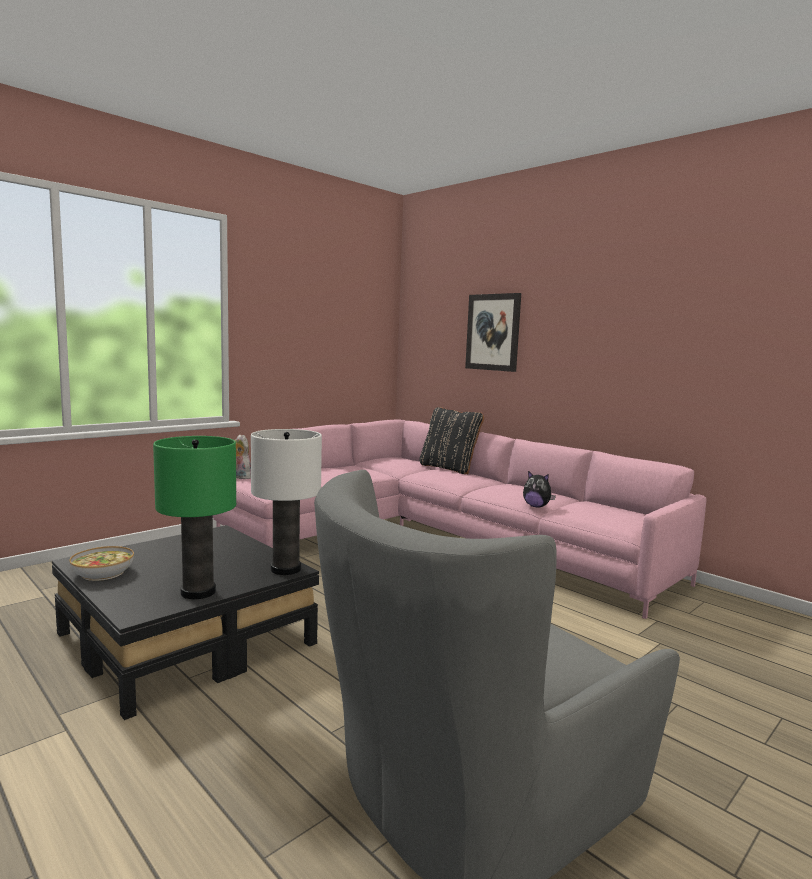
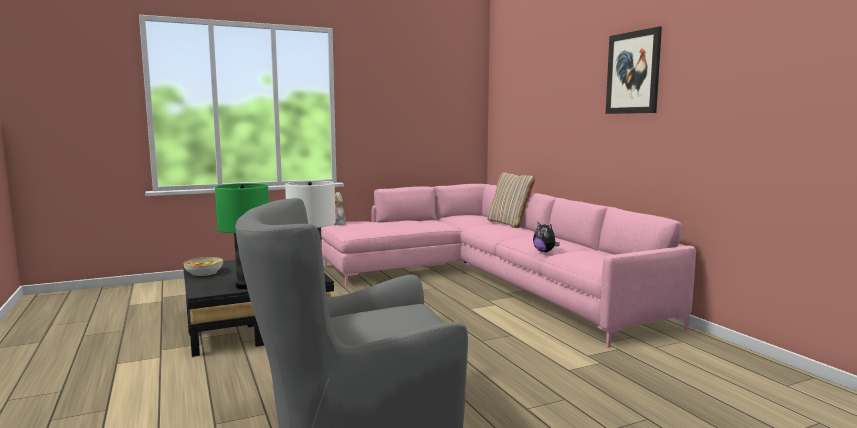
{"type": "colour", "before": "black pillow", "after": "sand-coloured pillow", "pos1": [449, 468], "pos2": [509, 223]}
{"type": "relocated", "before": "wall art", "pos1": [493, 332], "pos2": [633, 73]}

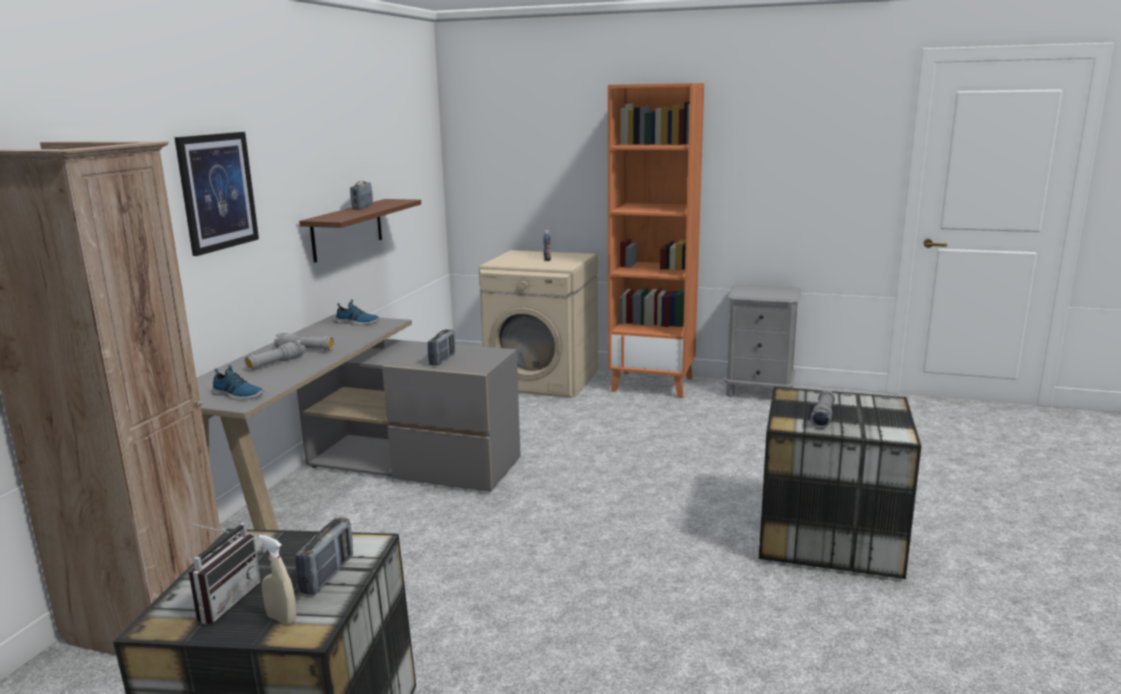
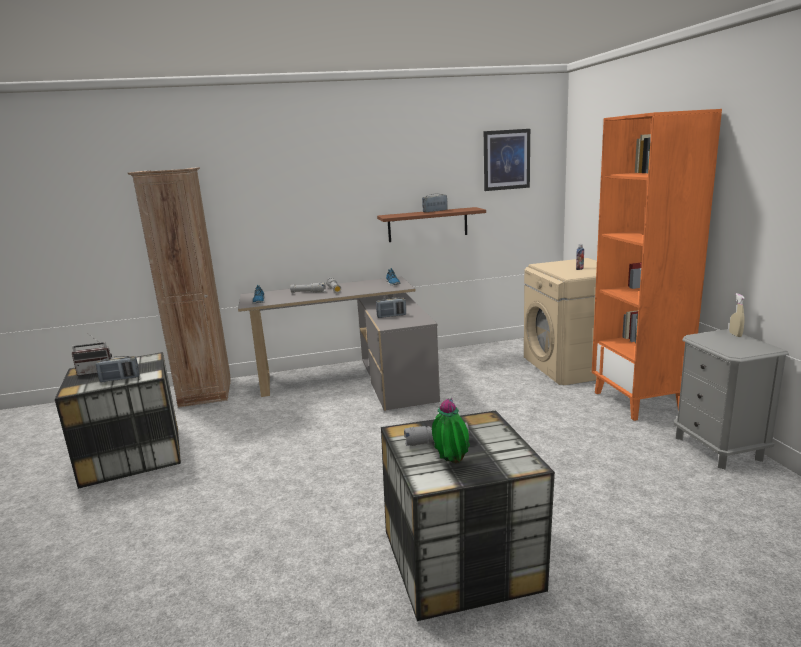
{"type": "relocated", "before": "wall art", "pos1": [217, 191], "pos2": [506, 160]}
{"type": "relocated", "before": "sand-coloured hand sprayer", "pos1": [281, 618], "pos2": [735, 334]}
{"type": "appeared", "after": "plant in a pot", "pos2": [451, 463]}

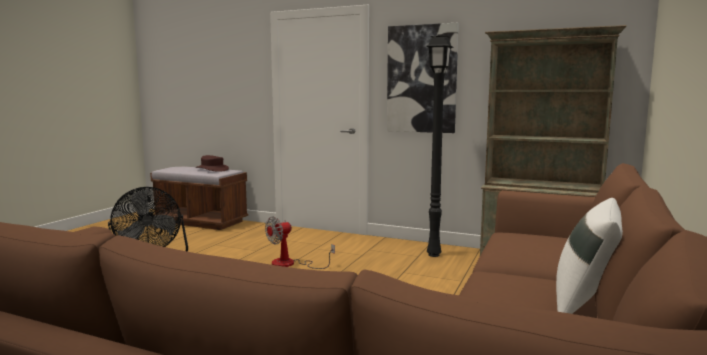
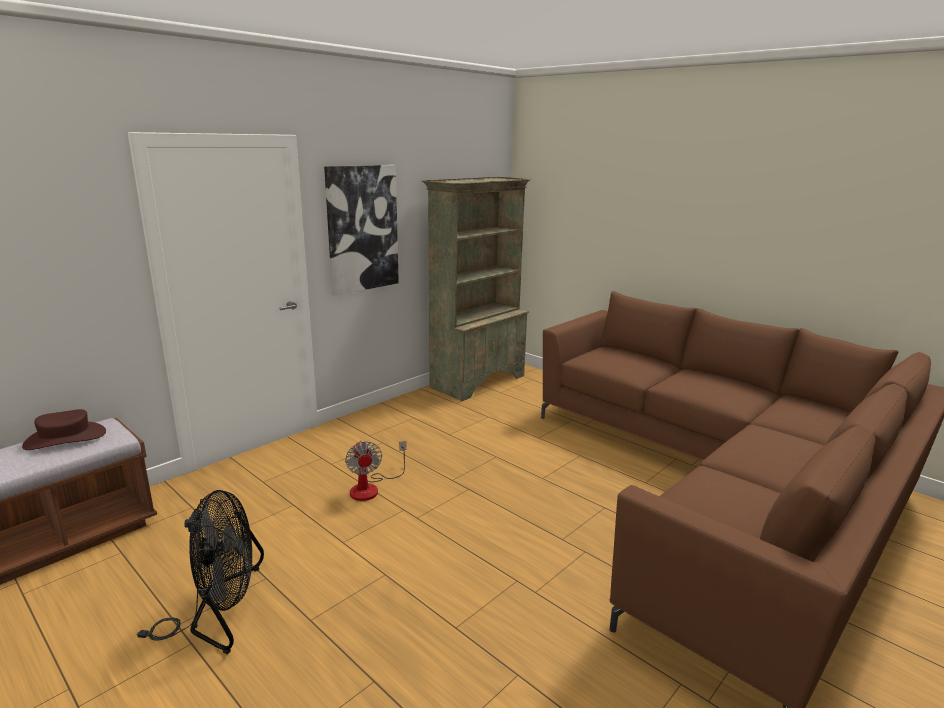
{"type": "missing", "before": "black standing lamp", "pos1": [435, 254]}
{"type": "missing", "before": "whitish pillow", "pos1": [585, 305]}

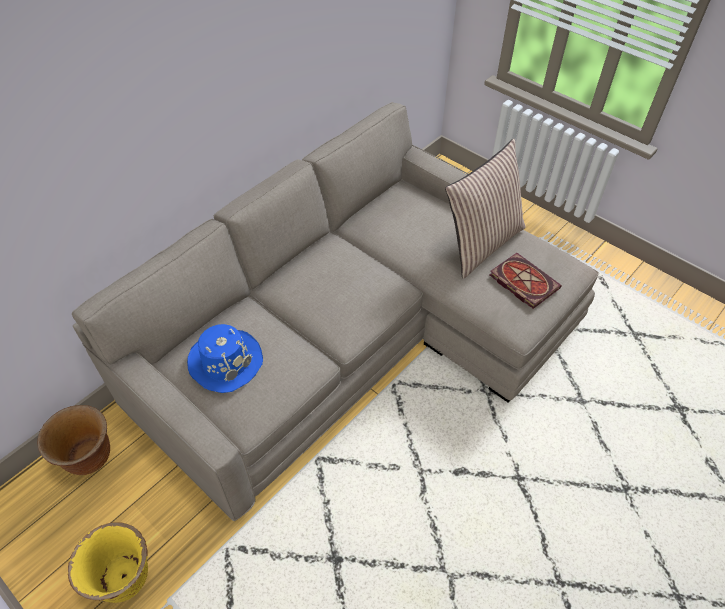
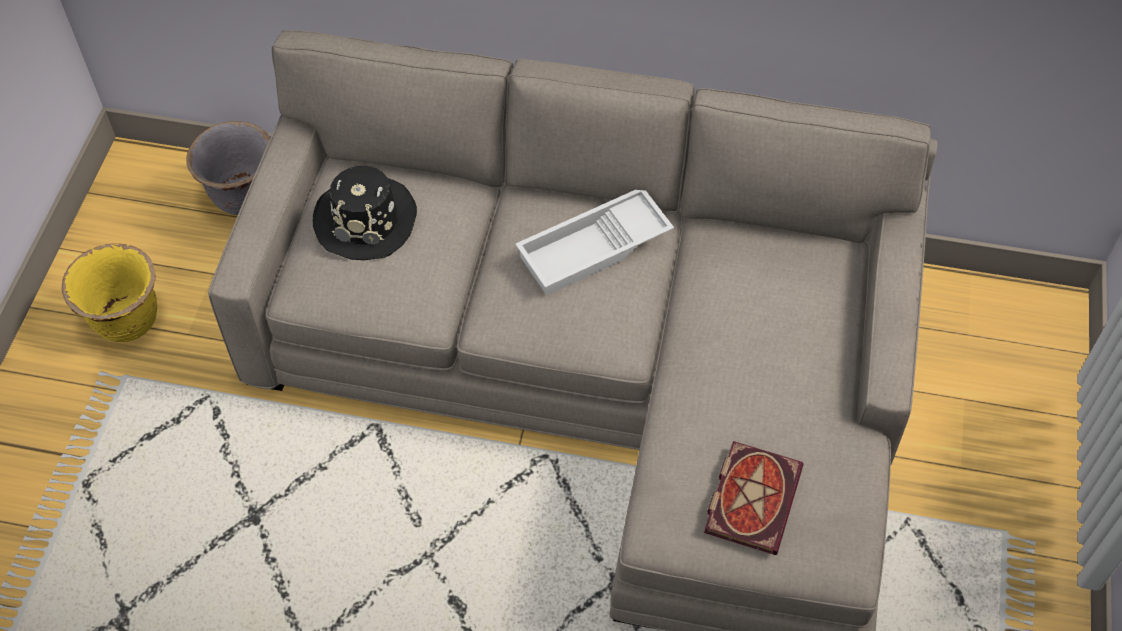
{"type": "colour", "before": "brown-coloured plant pot", "after": "gray plant pot", "pos1": [90, 457], "pos2": [244, 198]}
{"type": "colour", "before": "blue clothing hat", "after": "black clothing hat", "pos1": [225, 361], "pos2": [366, 220]}
{"type": "missing", "before": "pillow", "pos1": [481, 243]}
{"type": "appeared", "after": "whitish carrying tray", "pos2": [594, 250]}

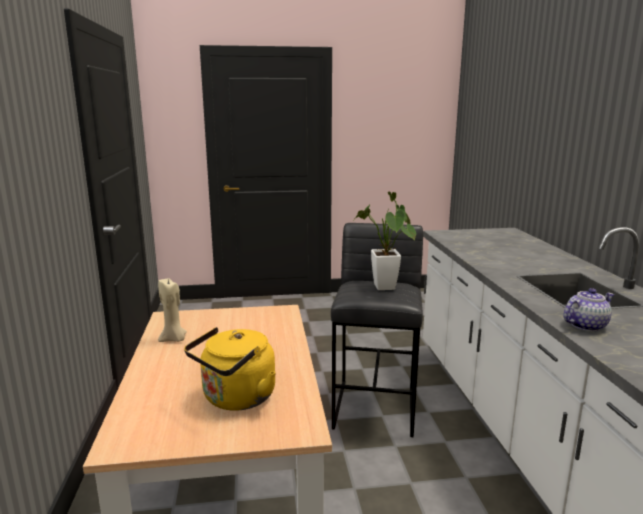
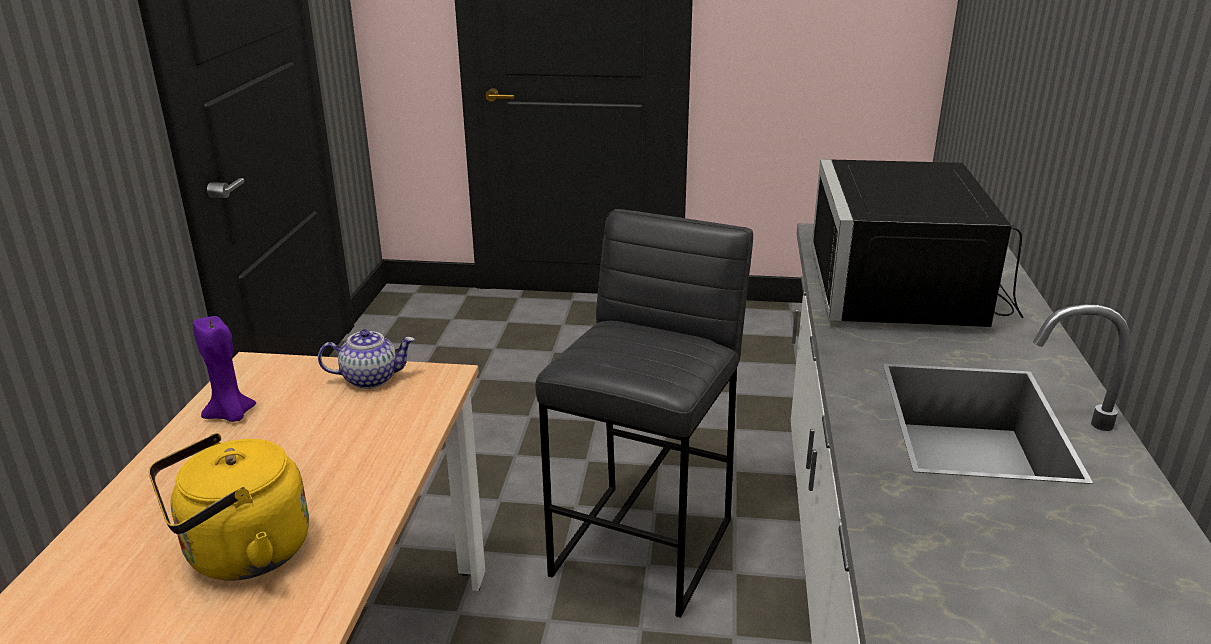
{"type": "colour", "before": "sand-coloured wax candle", "after": "purplish wax candle", "pos1": [174, 339], "pos2": [231, 415]}
{"type": "missing", "before": "plant in a pot", "pos1": [385, 289]}
{"type": "relocated", "before": "pot for tea", "pos1": [585, 325], "pos2": [371, 378]}
{"type": "appeared", "after": "black microwave", "pos2": [909, 291]}

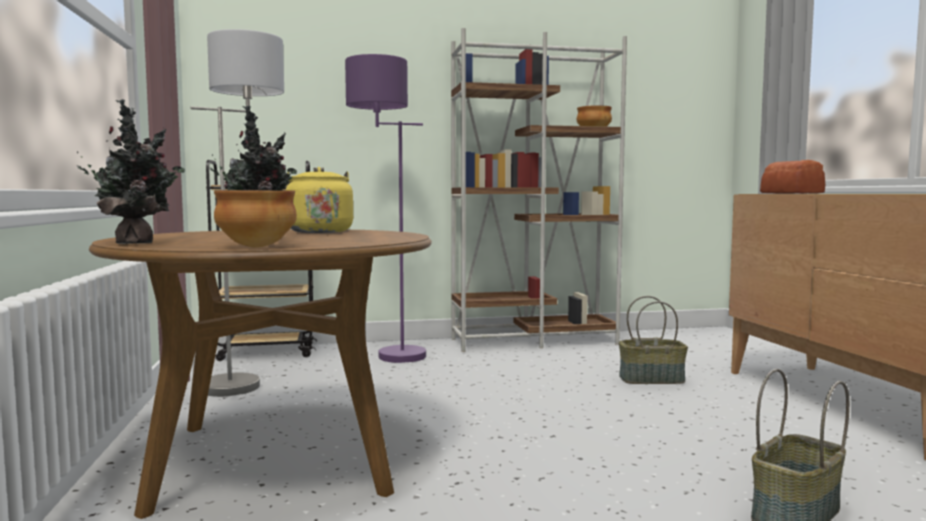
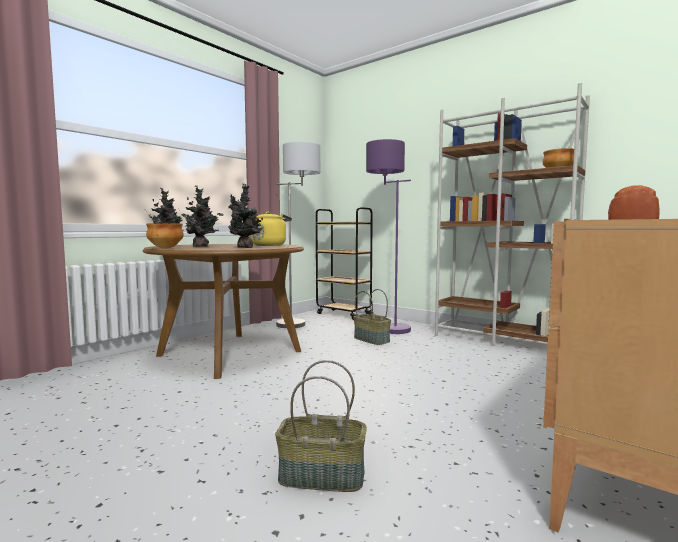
{"type": "relocated", "before": "household basket", "pos1": [652, 379], "pos2": [372, 340]}
{"type": "appeared", "after": "plant in a pot", "pos2": [245, 248]}

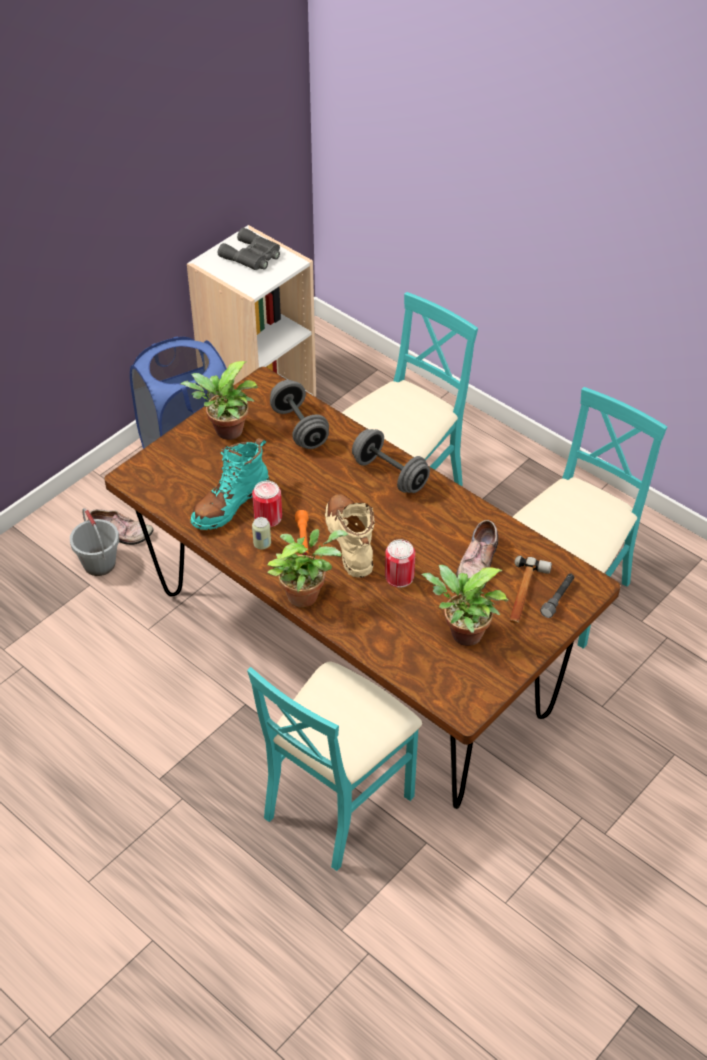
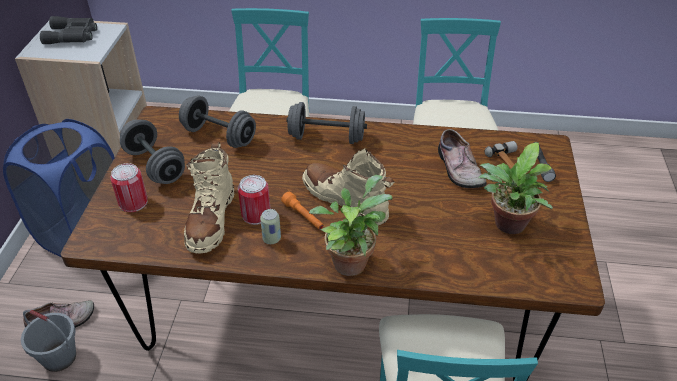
{"type": "exchanged", "before": "plant in a pot", "after": "gray free weight", "pos1": [225, 432], "pos2": [155, 166]}
{"type": "colour", "before": "turquoise-coloured boot", "after": "sand-coloured boot", "pos1": [230, 504], "pos2": [211, 220]}
{"type": "relocated", "before": "can", "pos1": [399, 576], "pos2": [133, 202]}

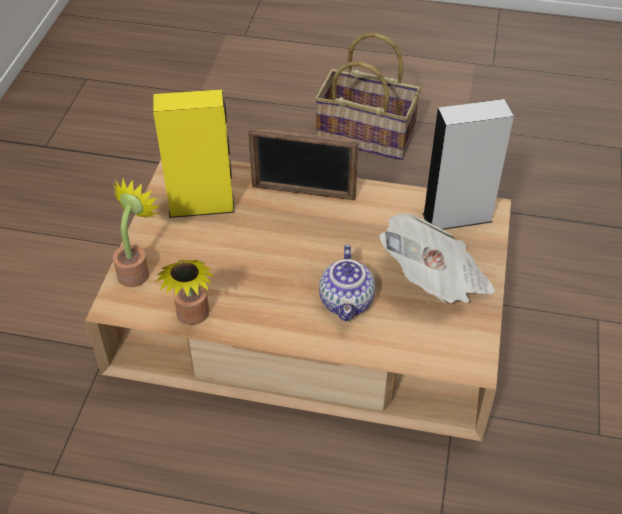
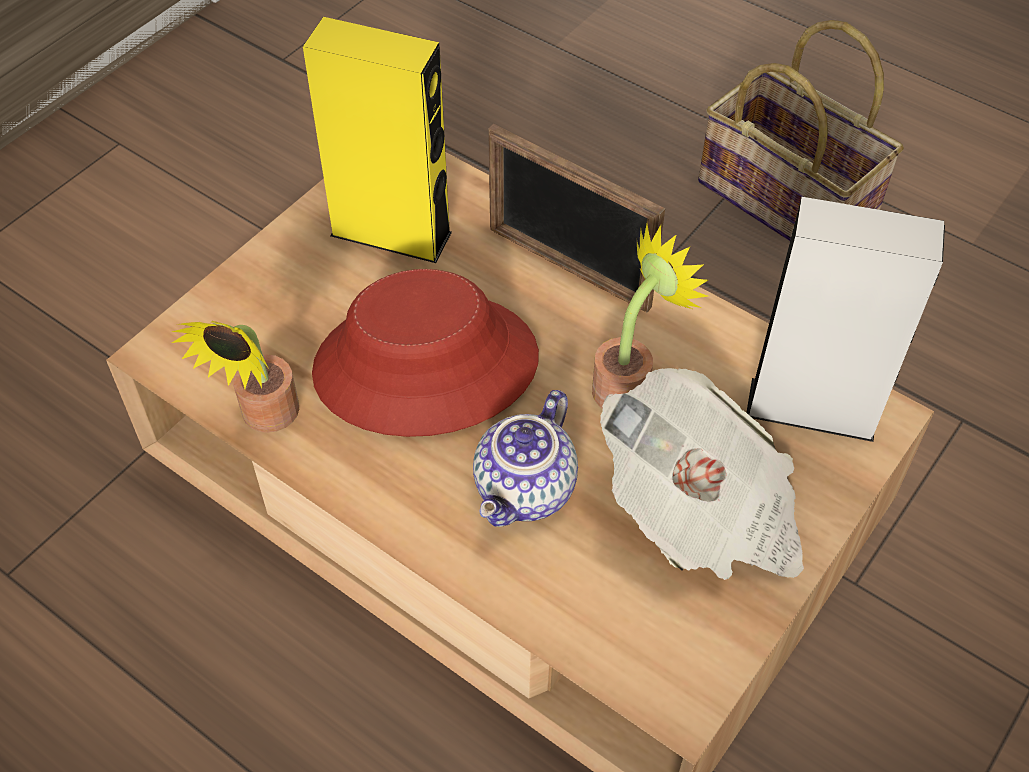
{"type": "relocated", "before": "plant in a pot", "pos1": [137, 270], "pos2": [629, 385]}
{"type": "appeared", "after": "reddish clothing hat", "pos2": [425, 366]}

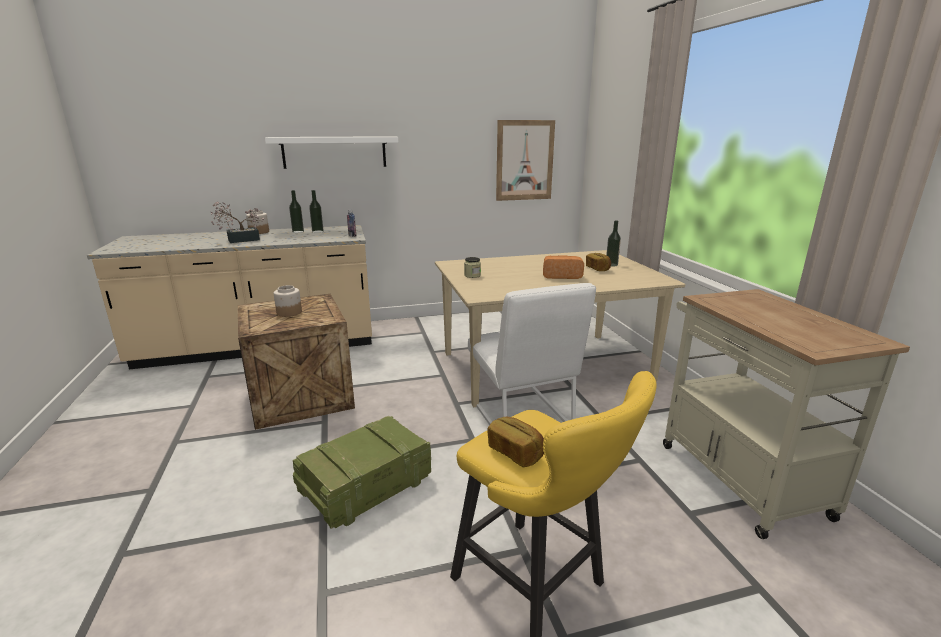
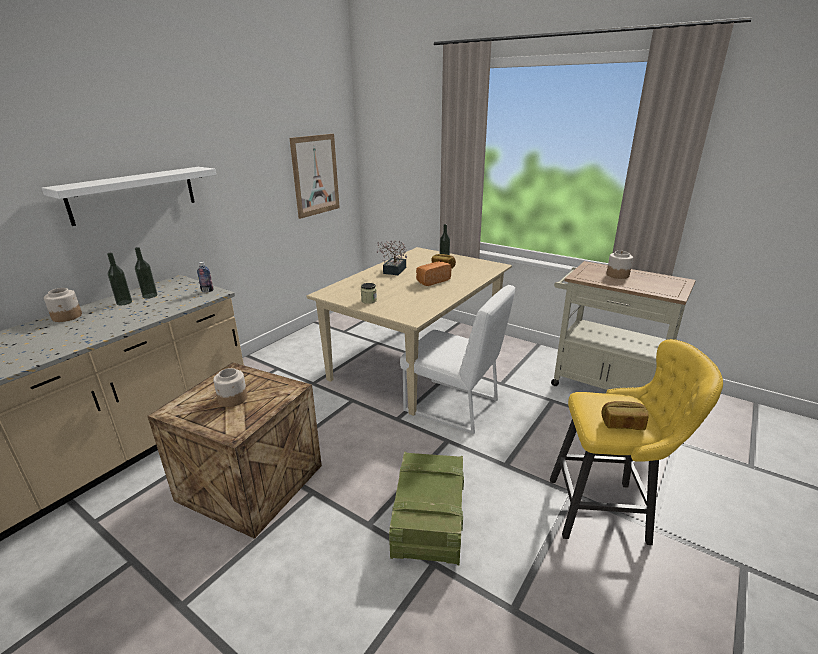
{"type": "relocated", "before": "plant in a pot", "pos1": [239, 240], "pos2": [393, 271]}
{"type": "appeared", "after": "jar", "pos2": [617, 275]}

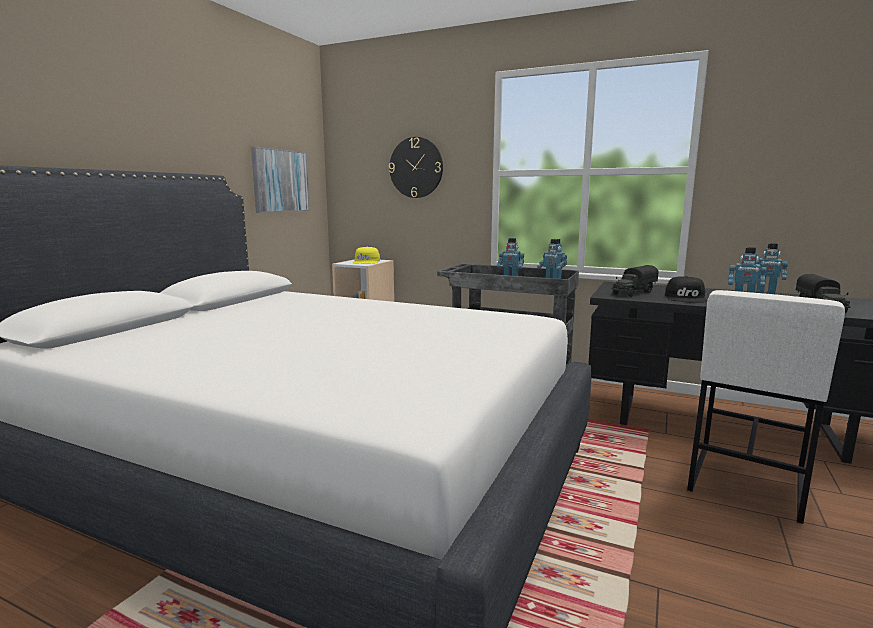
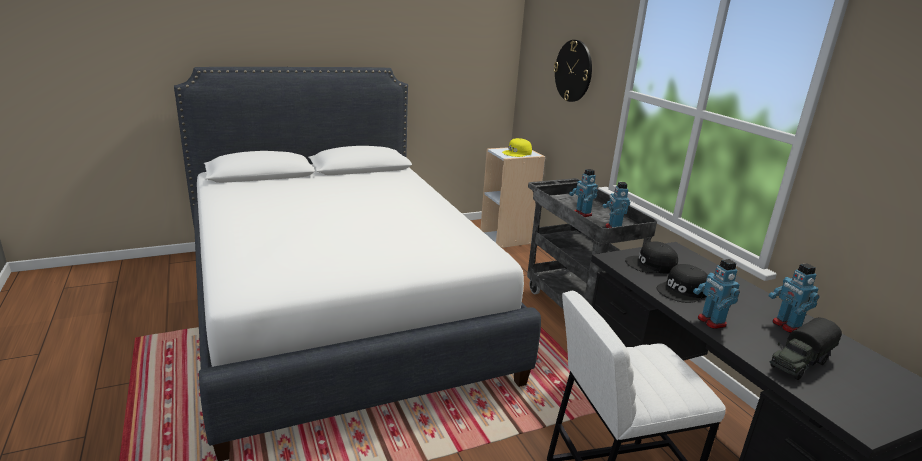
{"type": "missing", "before": "wall art", "pos1": [280, 181]}
{"type": "exchanged", "before": "toy lorry", "after": "black baseball cap", "pos1": [633, 293], "pos2": [651, 265]}

